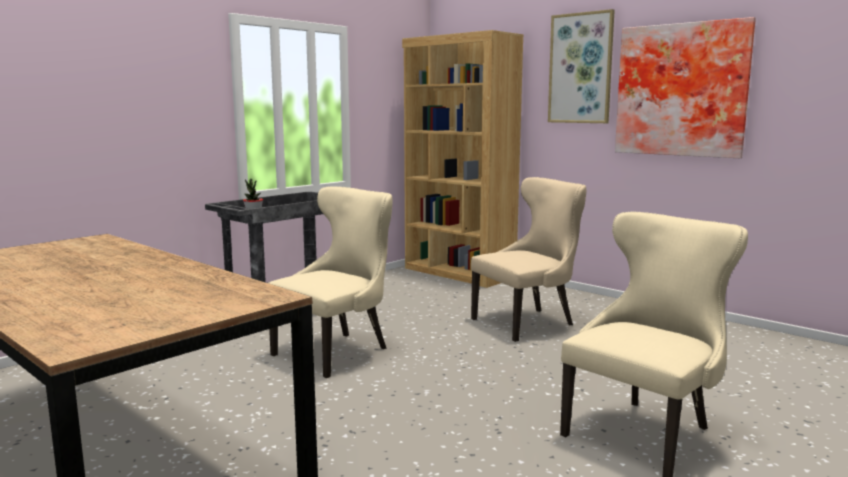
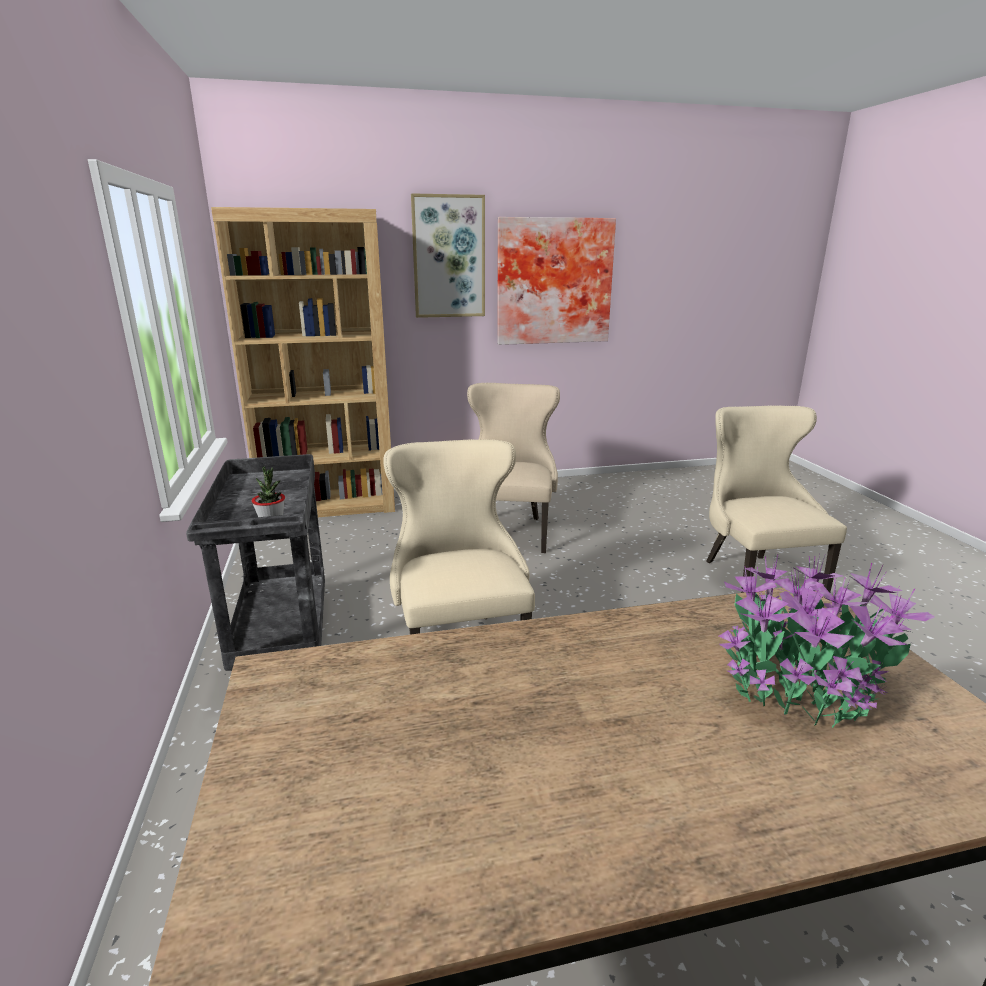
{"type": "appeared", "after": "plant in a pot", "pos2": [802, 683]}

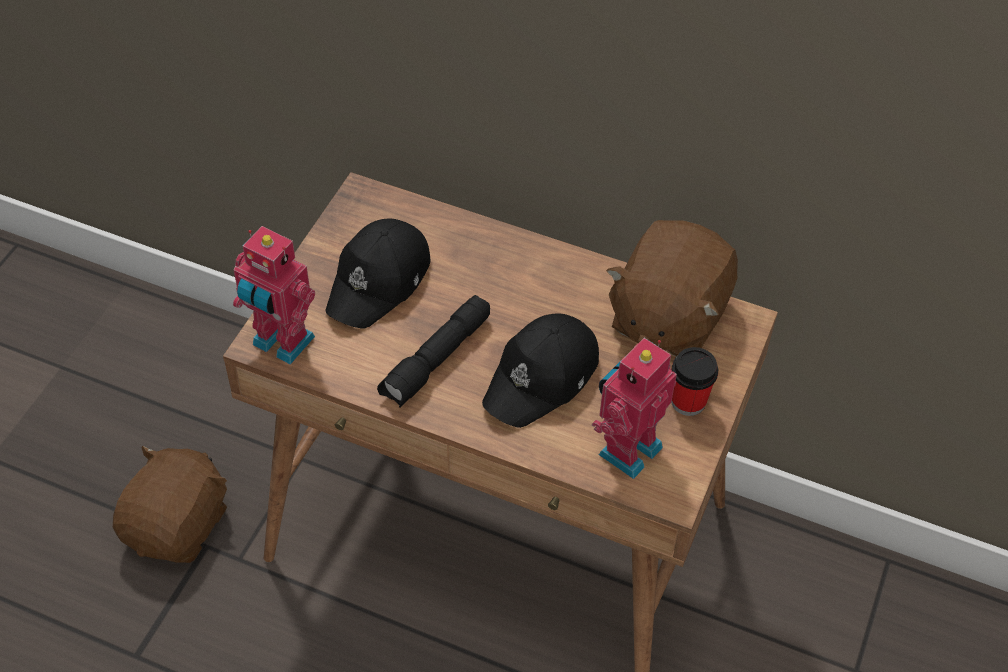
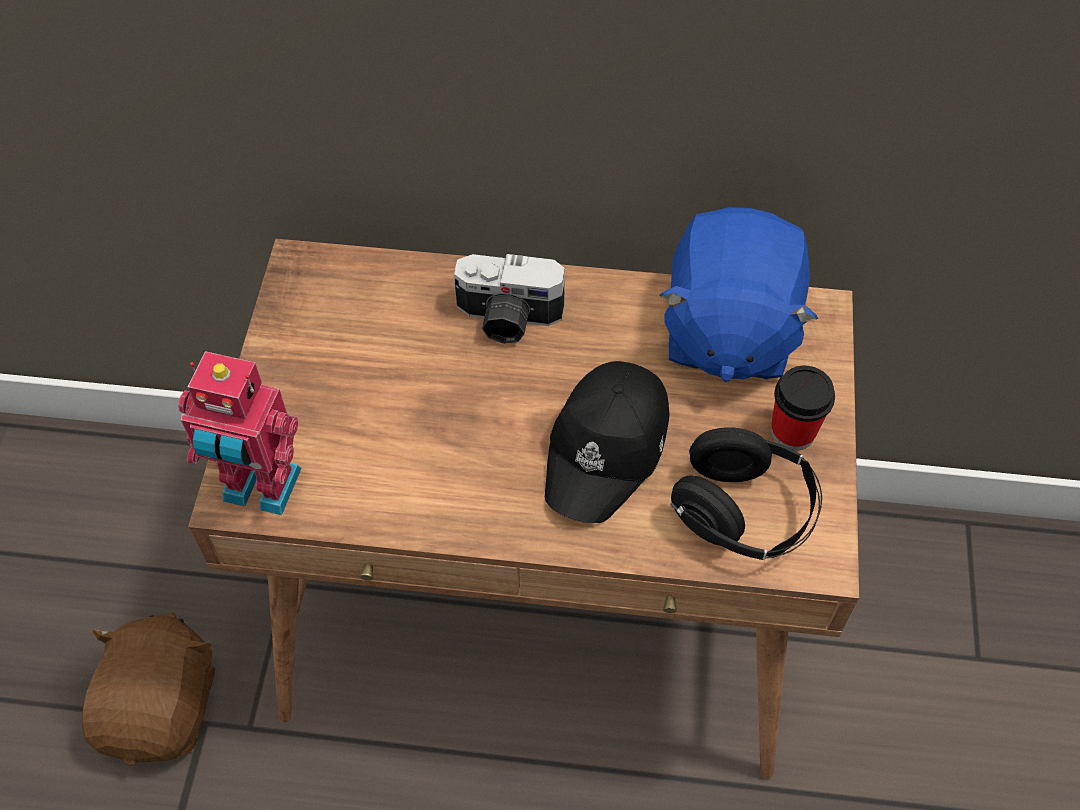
{"type": "missing", "before": "black baseball cap", "pos1": [380, 281]}
{"type": "missing", "before": "black hand torch", "pos1": [437, 360]}
{"type": "exchanged", "before": "toy robot", "after": "black pair of headphones", "pos1": [626, 448], "pos2": [742, 513]}
{"type": "colour", "before": "brown-coloured plush toy", "after": "blue plush toy", "pos1": [667, 318], "pos2": [727, 331]}
{"type": "appeared", "after": "still camera", "pos2": [508, 319]}

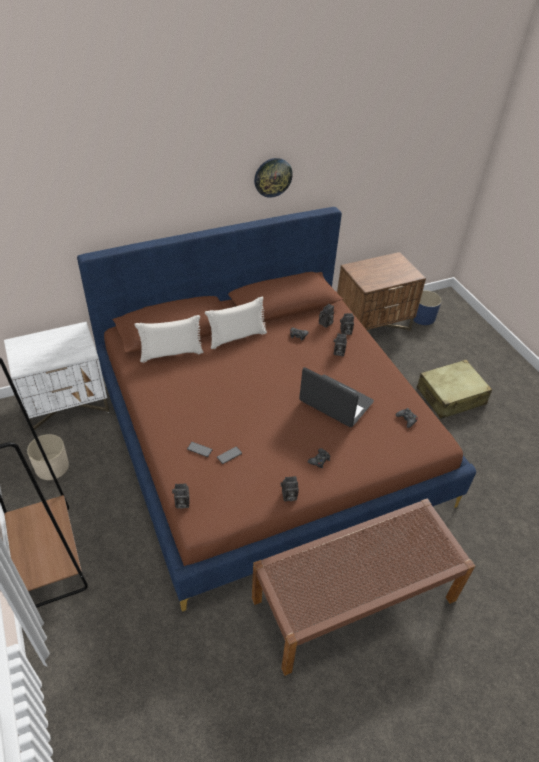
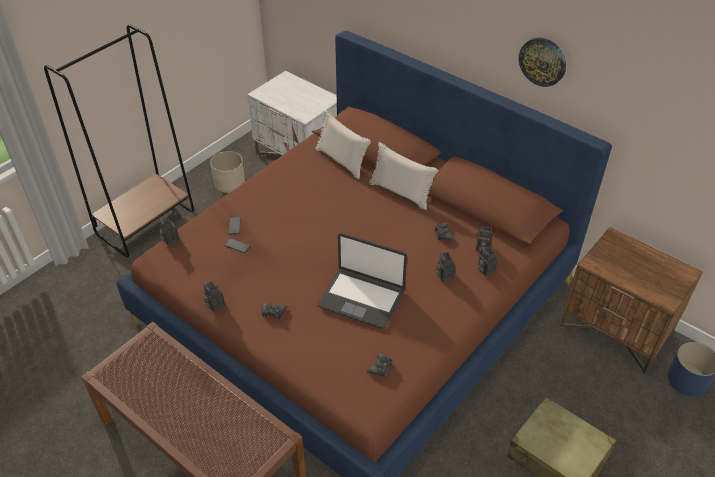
{"type": "spun", "before": "notebook computer", "pos1": [335, 402], "pos2": [362, 298], "turn": 105}

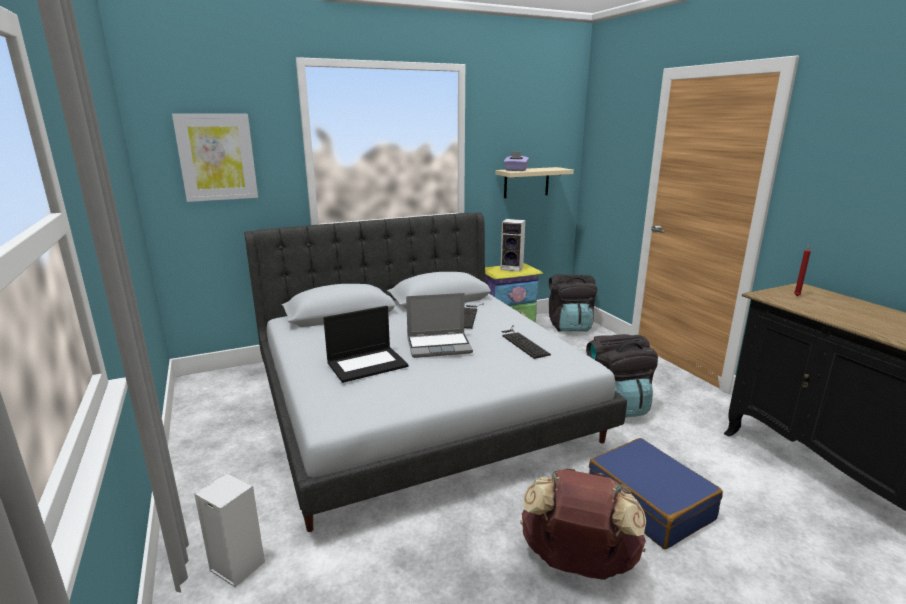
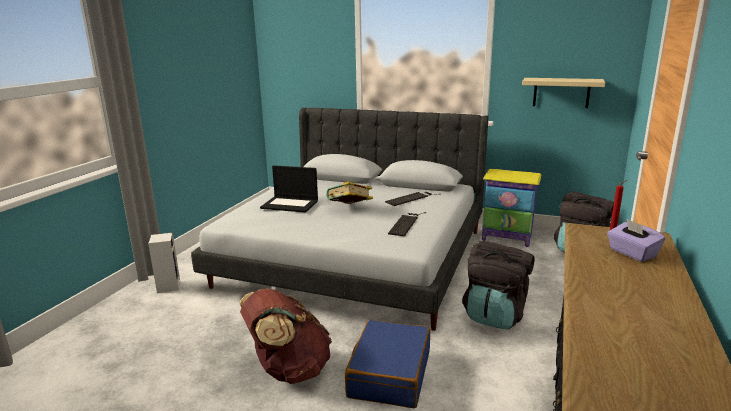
{"type": "missing", "before": "wall art", "pos1": [217, 157]}
{"type": "exchanged", "before": "notebook computer", "after": "book", "pos1": [439, 346], "pos2": [349, 208]}
{"type": "missing", "before": "speaker", "pos1": [513, 268]}
{"type": "relocated", "before": "purplish box of tissues", "pos1": [515, 170], "pos2": [632, 253]}

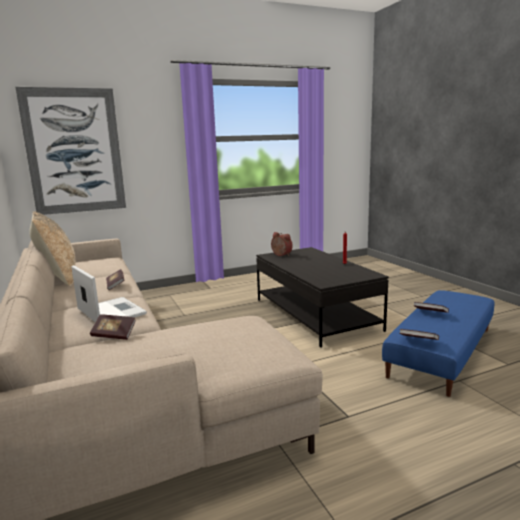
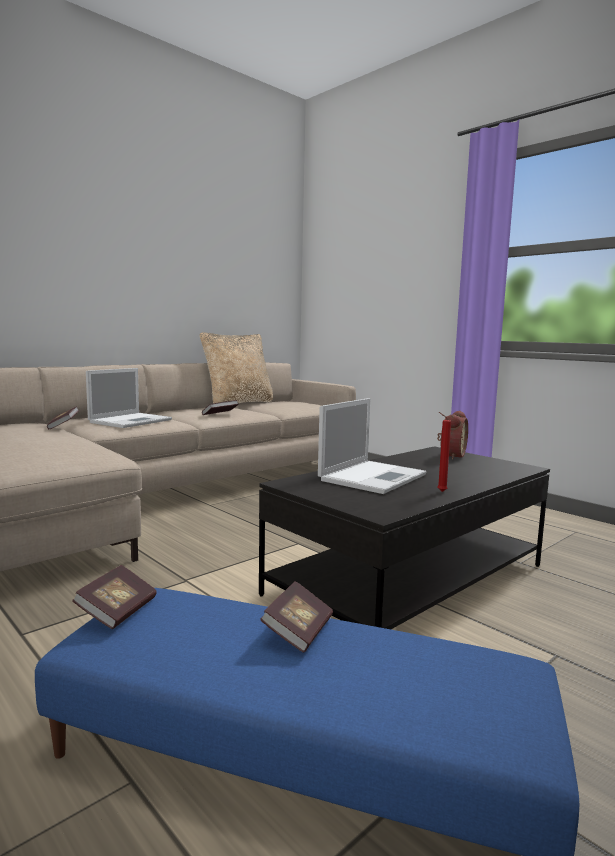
{"type": "missing", "before": "wall art", "pos1": [74, 151]}
{"type": "appeared", "after": "notebook computer", "pos2": [373, 477]}

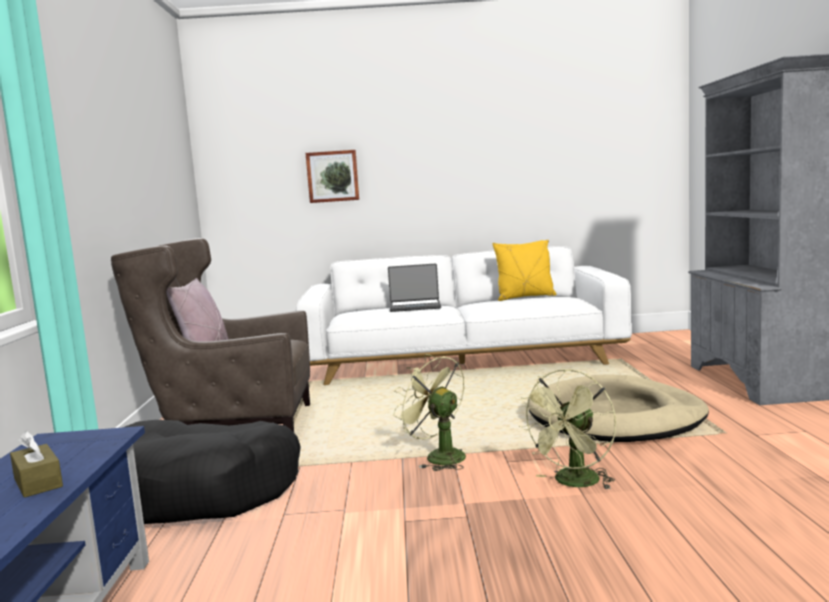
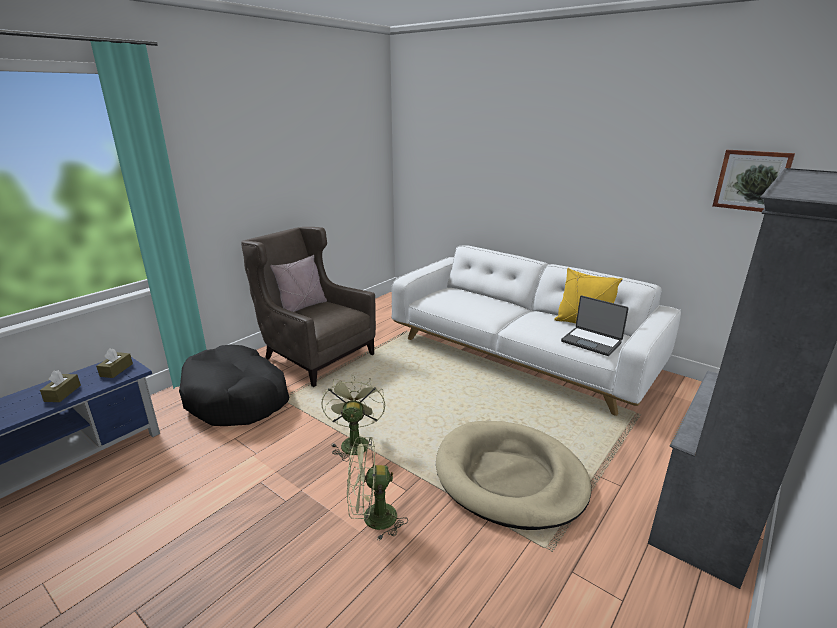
{"type": "relocated", "before": "wall art", "pos1": [332, 176], "pos2": [751, 180]}
{"type": "relocated", "before": "notebook computer", "pos1": [415, 307], "pos2": [591, 342]}
{"type": "appeared", "after": "brown-coloured box of tissues", "pos2": [116, 370]}

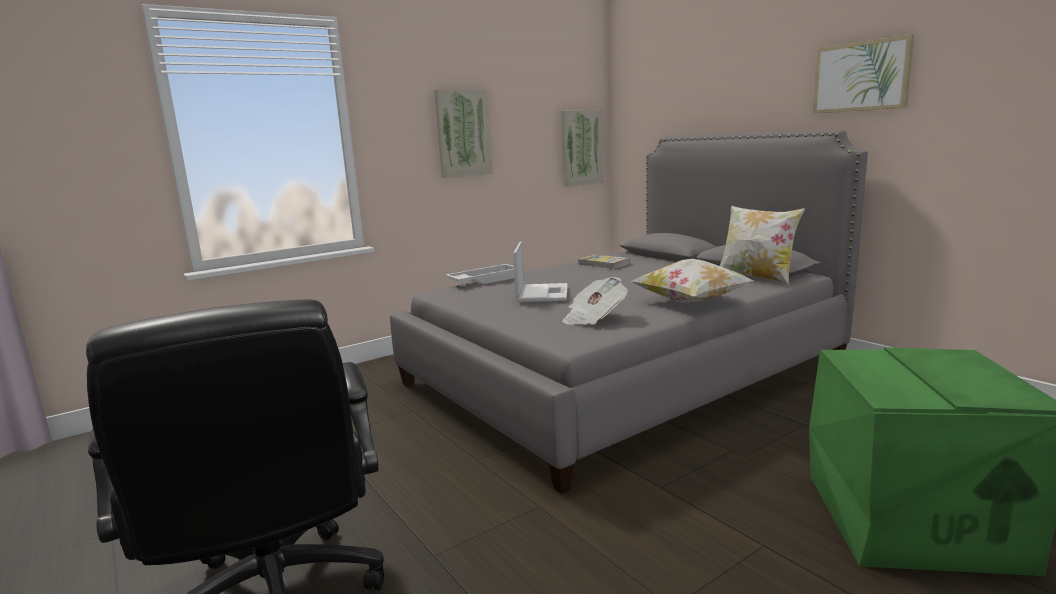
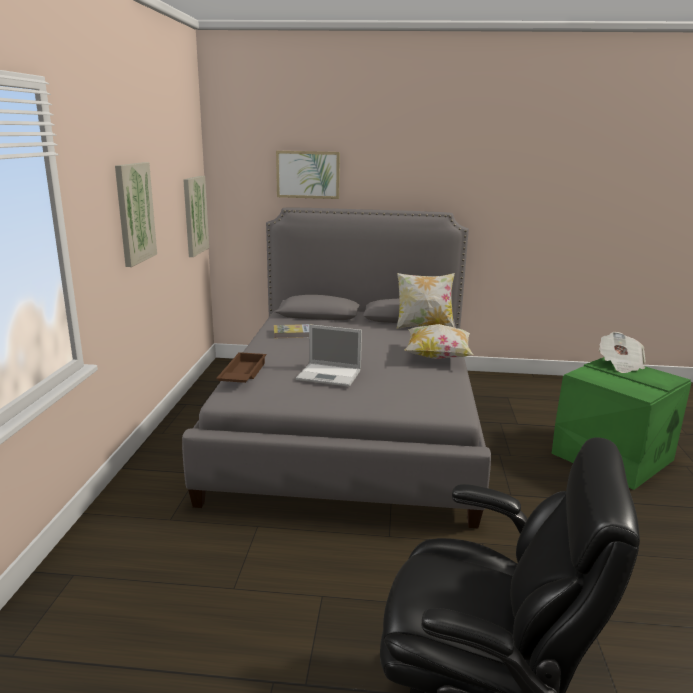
{"type": "colour", "before": "whitish carrying tray", "after": "brown-coloured carrying tray", "pos1": [484, 280], "pos2": [242, 374]}
{"type": "spun", "before": "notebook computer", "pos1": [542, 293], "pos2": [330, 375], "turn": 150}
{"type": "relocated", "before": "printed paper", "pos1": [593, 318], "pos2": [620, 364]}
{"type": "relocated", "before": "wall art", "pos1": [861, 76], "pos2": [308, 174]}

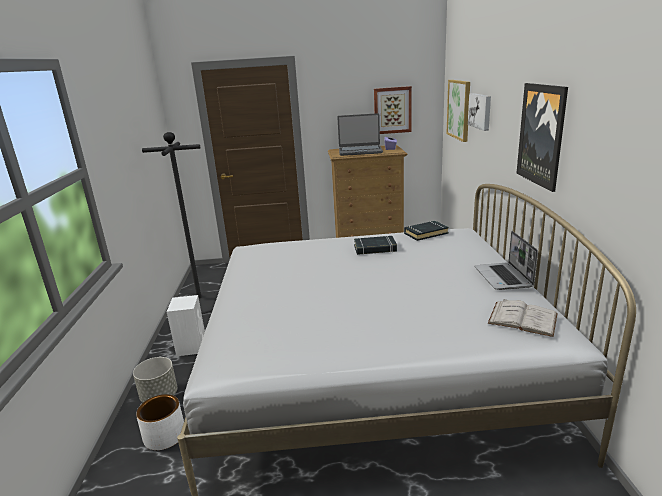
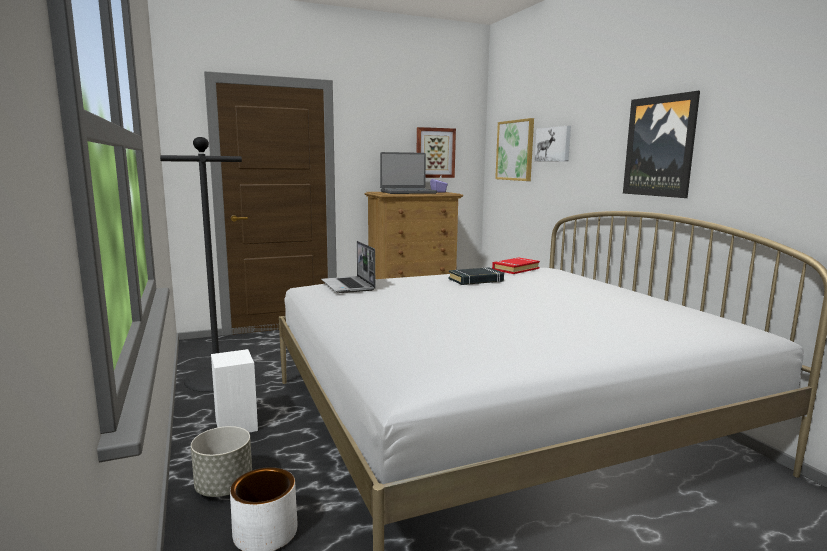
{"type": "colour", "before": "black book", "after": "reddish book", "pos1": [425, 233], "pos2": [515, 269]}
{"type": "relocated", "before": "notebook computer", "pos1": [503, 277], "pos2": [348, 286]}
{"type": "missing", "before": "whitish book", "pos1": [522, 318]}

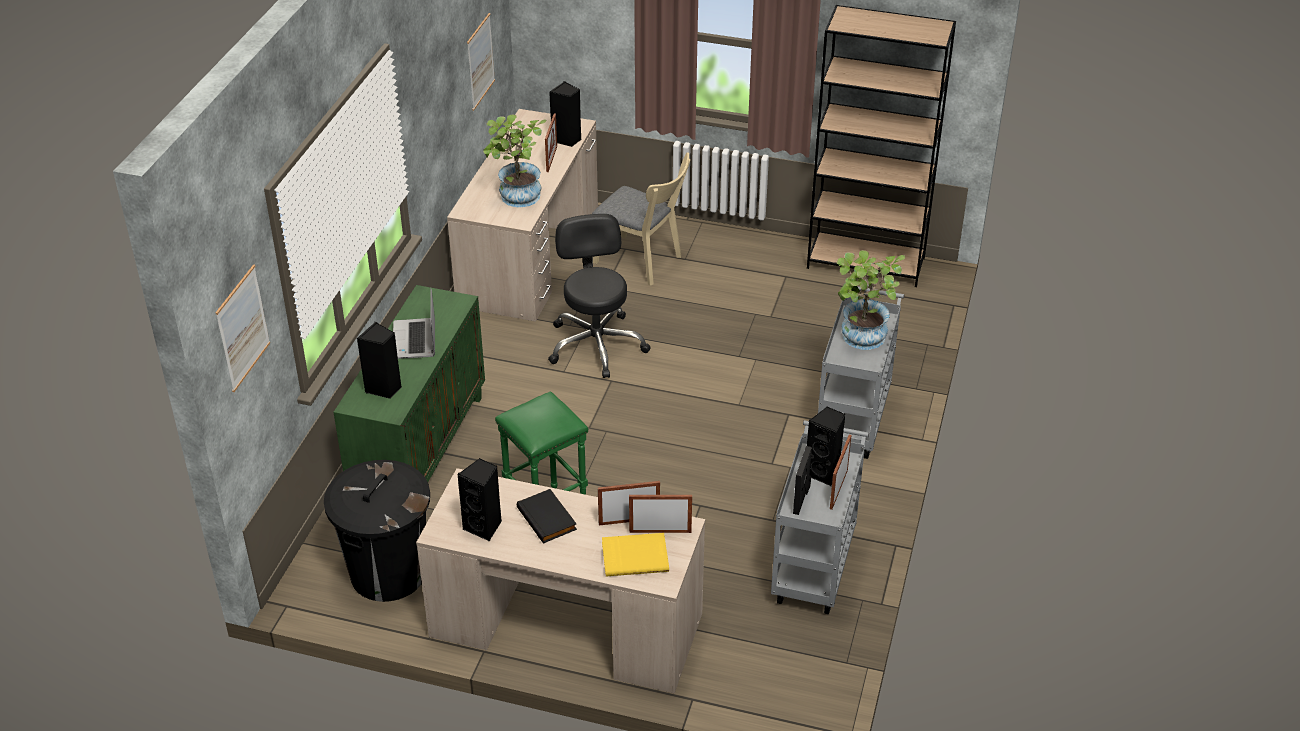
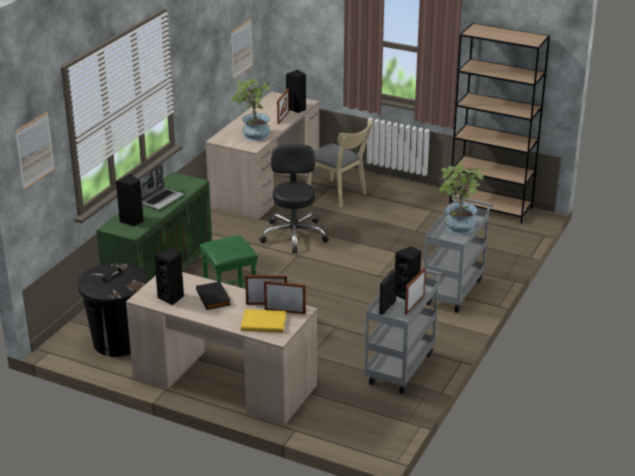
{"type": "spun", "before": "notebook computer", "pos1": [415, 340], "pos2": [161, 199], "turn": -150}

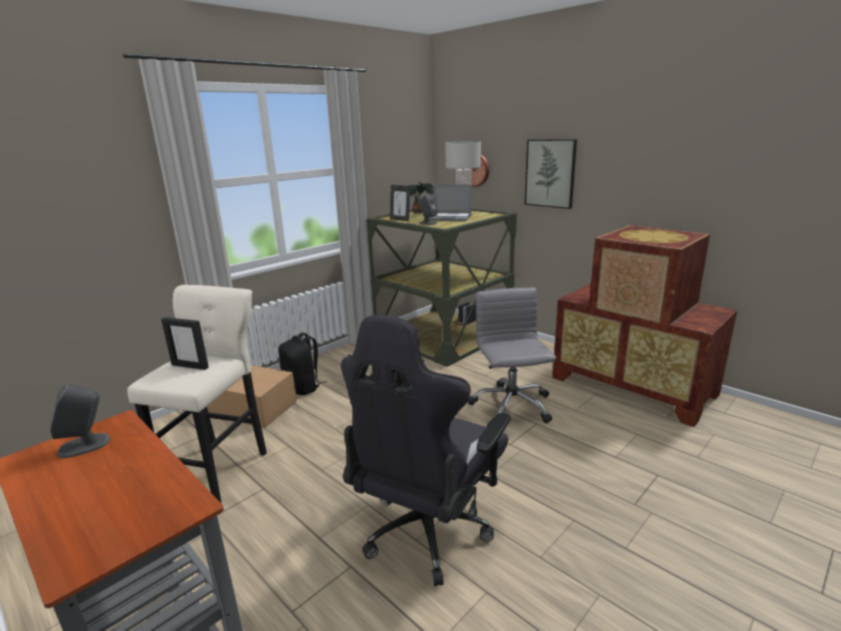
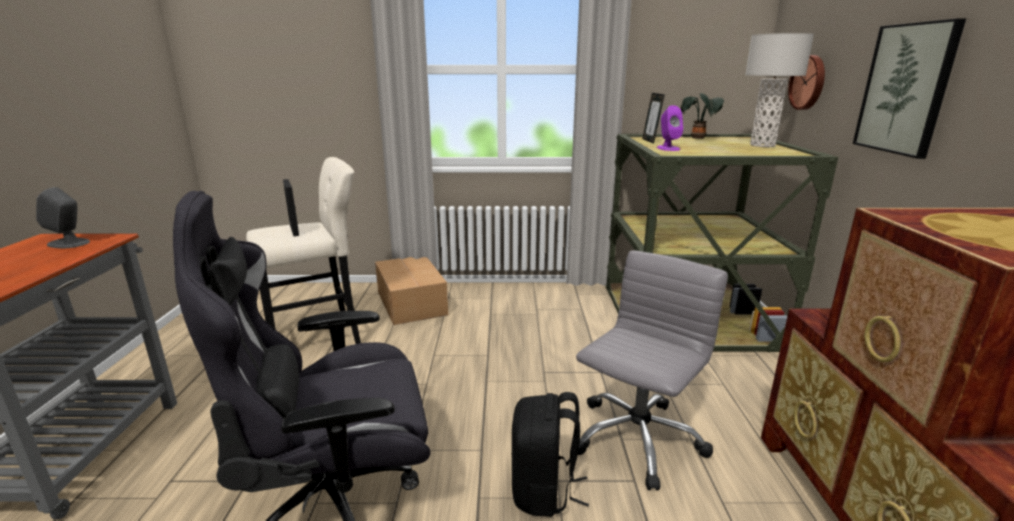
{"type": "relocated", "before": "black backpack", "pos1": [303, 387], "pos2": [544, 491]}
{"type": "colour", "before": "gray speaker", "after": "purplish speaker", "pos1": [428, 223], "pos2": [668, 148]}
{"type": "missing", "before": "notebook computer", "pos1": [450, 218]}

